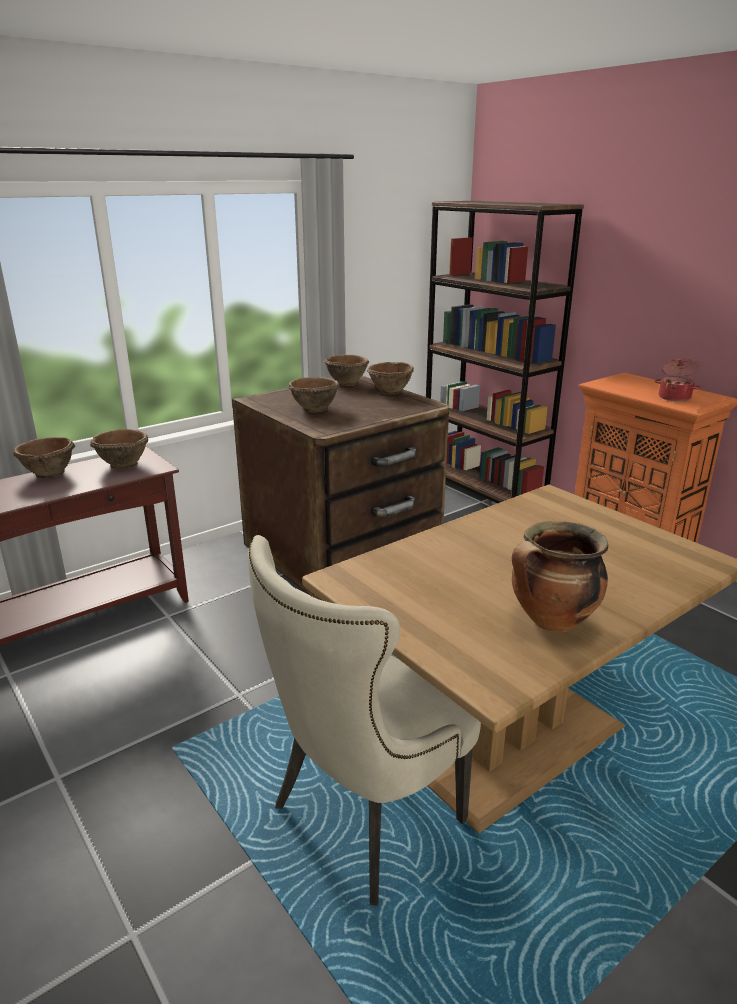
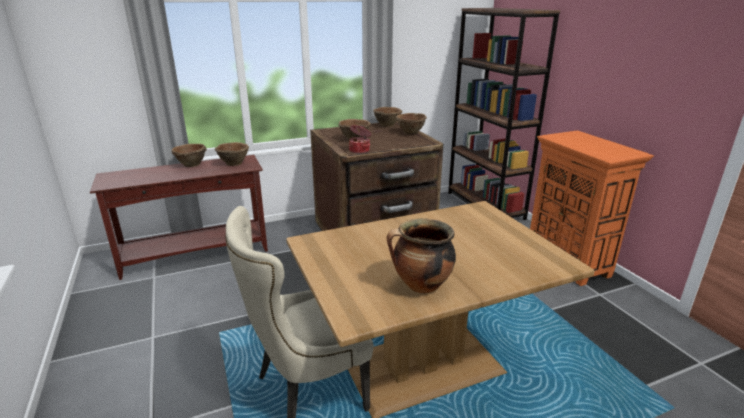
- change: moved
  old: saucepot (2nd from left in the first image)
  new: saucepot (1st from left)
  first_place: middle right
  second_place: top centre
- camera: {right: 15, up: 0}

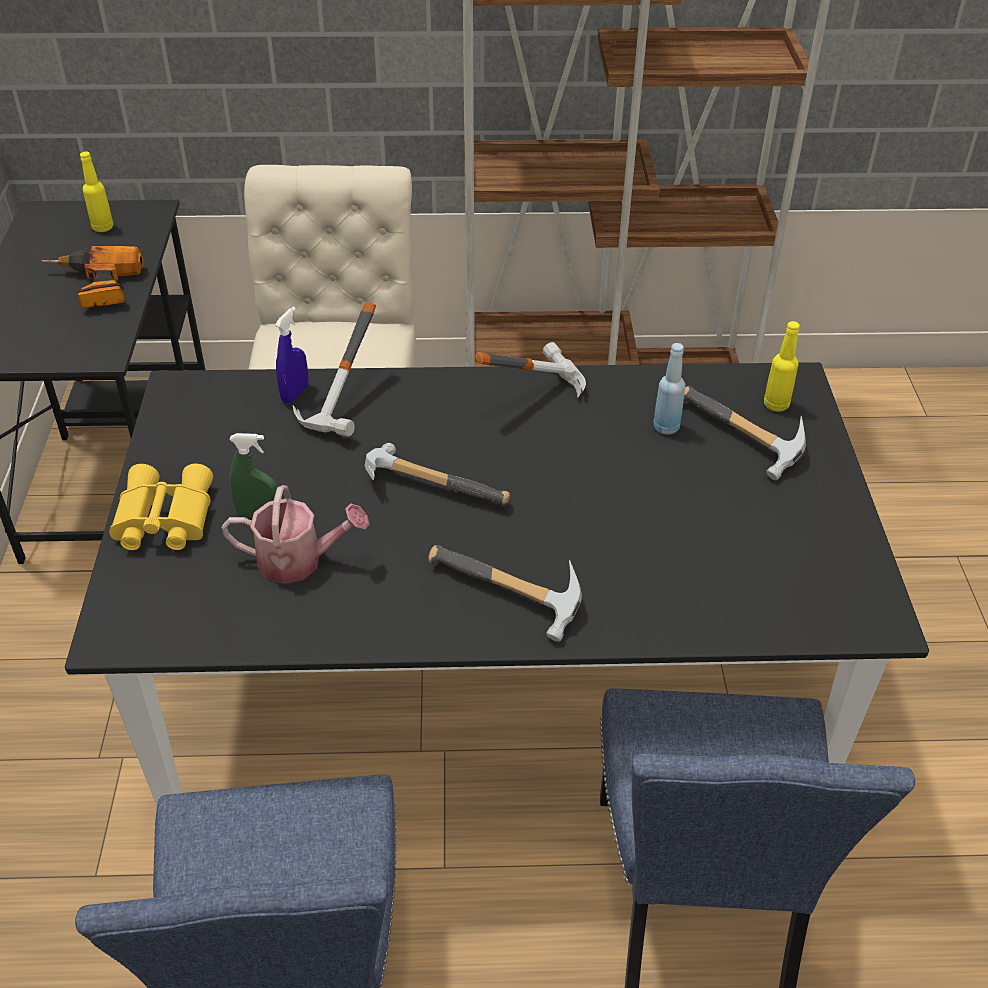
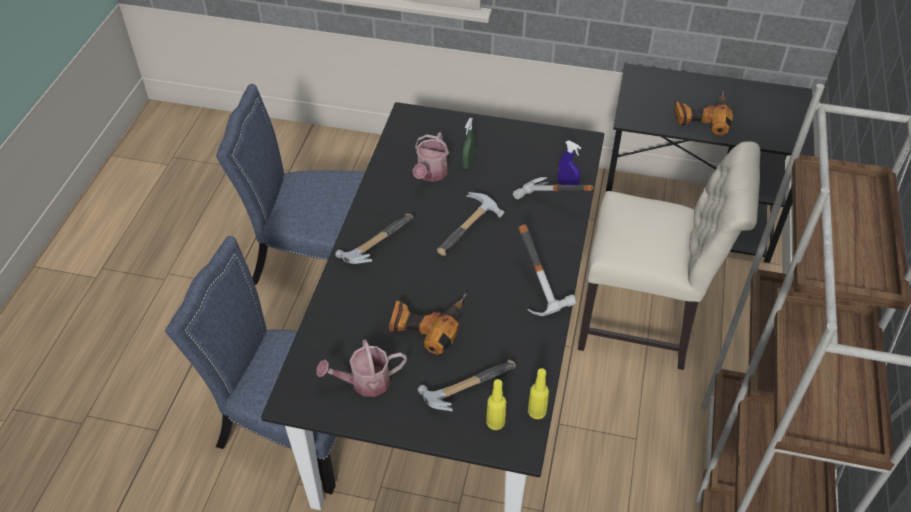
- change: moved
  old: drink bottle (yellow) (1st from left in the first image)
  new: drink bottle (yellow) (2nd from left)
  first_place: top left
  second_place: bottom centre
- change: removed
  old: drink bottle (bluish)
  first_place: middle right
- change: removed
  old: binoculars (yellow)
  first_place: middle left
- change: added
  new: electric drill (1st from left)
  second_place: centre
- change: added
  new: watering pot (1st from left)
  second_place: bottom centre
- camera: {right: 105, up: 5}

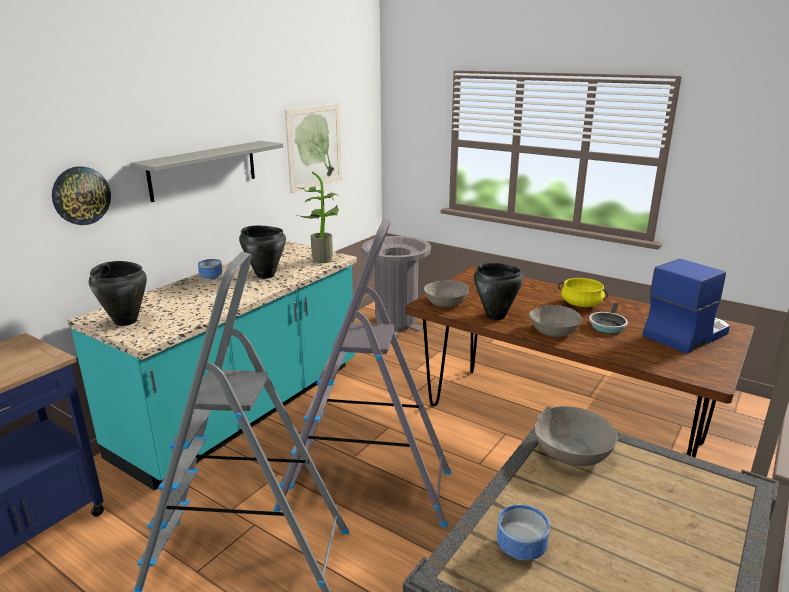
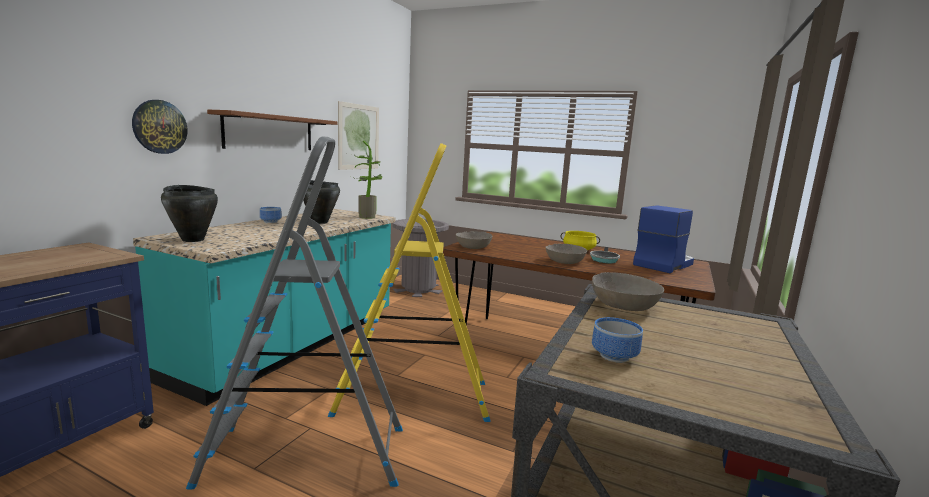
- change: recoloured
  old: bracket shelf (gray)
  new: bracket shelf (brown-coloured)
  first_place: top left
  second_place: top left
- change: recoloured
  old: step stool (gray) (2nd from left)
  new: step stool (yellow)
  first_place: centre
  second_place: centre
- change: removed
  old: saucepot (black) (3rd from left)
  first_place: centre
- camera: {right: -10, up: -10}

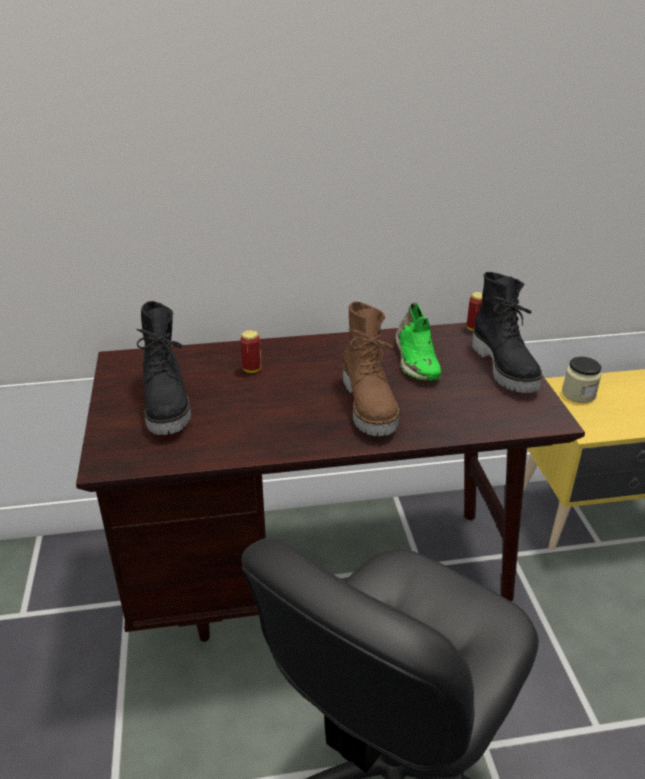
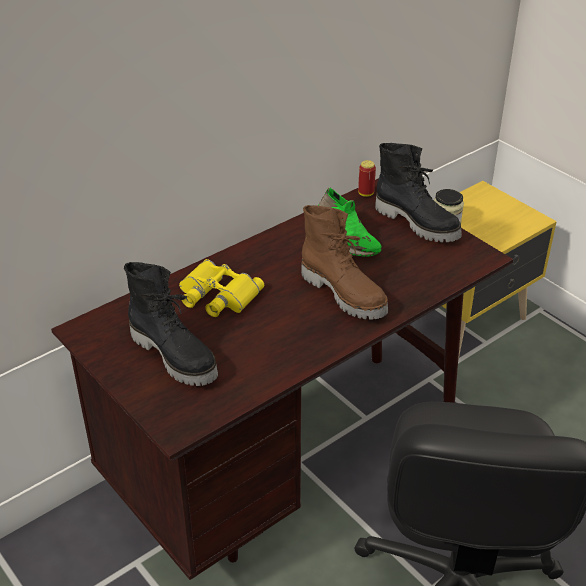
- change: replaced
  old: can (1st from left)
  new: binoculars (yellow)
  first_place: centre
  second_place: centre
- camera: {right: -30, up: 5}

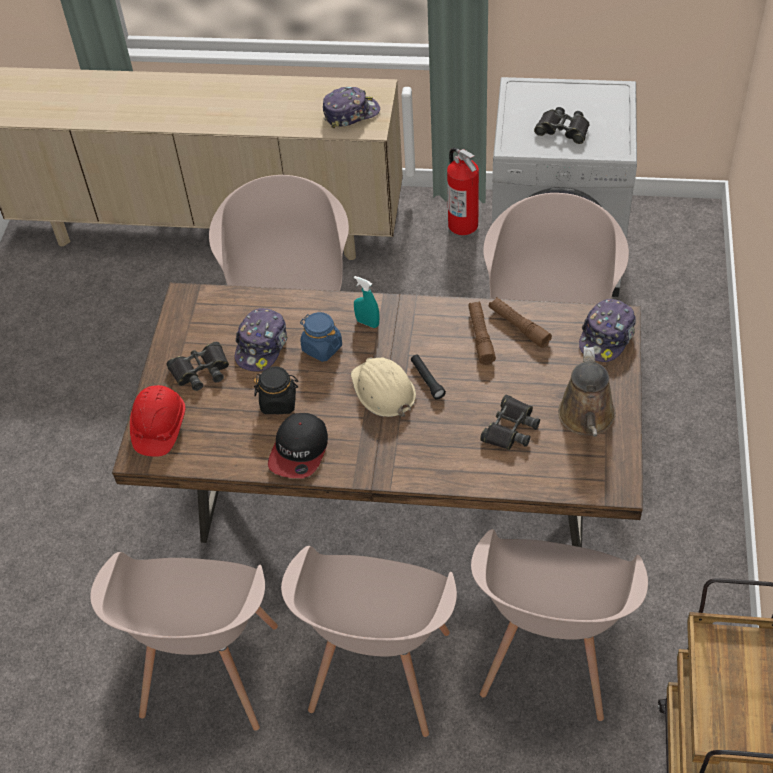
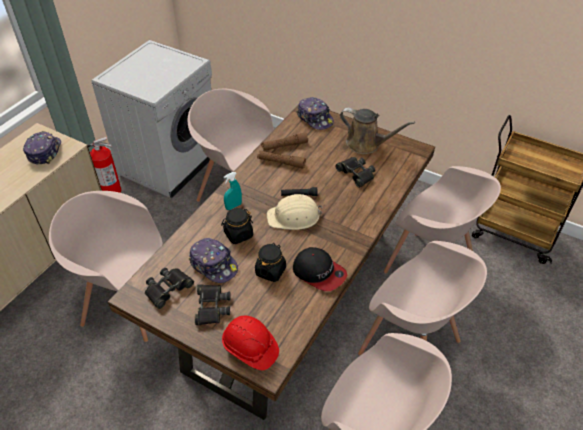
- change: moved
  old: binoculars (black) (3rd from left in the first image)
  new: binoculars (black) (1st from left)
  first_place: top right
  second_place: bottom left
- change: recoloured
  old: jar (bluish)
  new: jar (black) (1st from left)
  first_place: centre
  second_place: centre
- camera: {right: -70, up: -5}

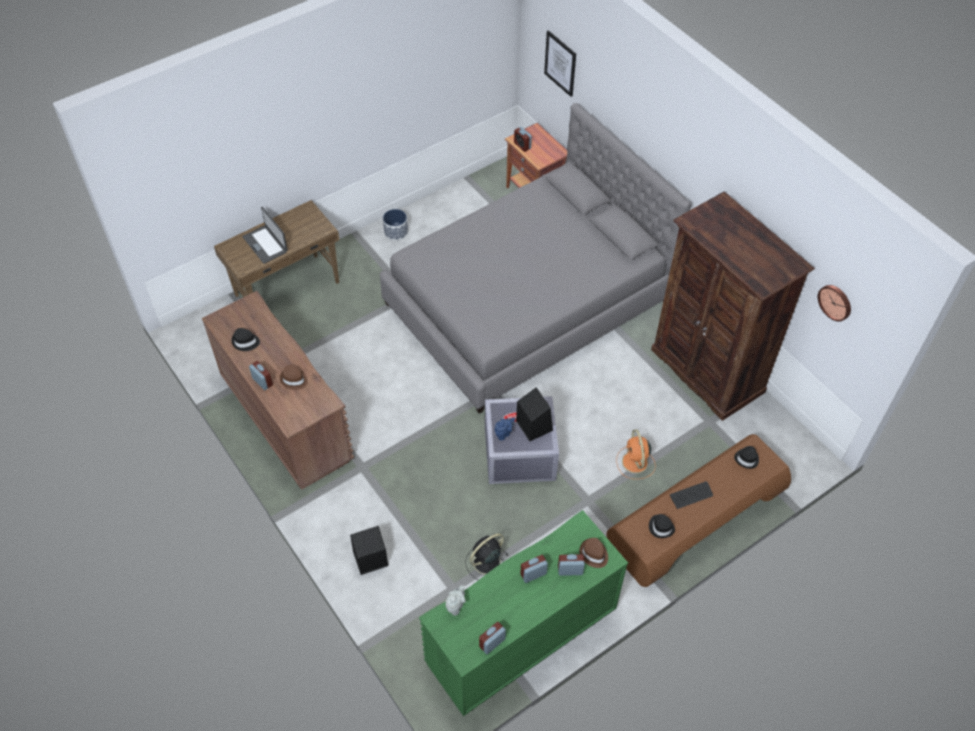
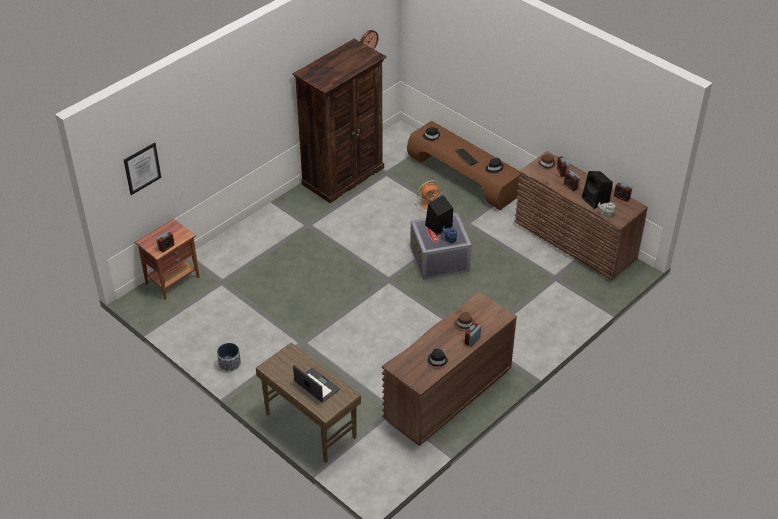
- change: removed
  old: sleeping bed (gray)
  first_place: centre
- change: turned
  old: laptop
  first_place: top left
  second_place: bottom centre
  degrees: -90
- change: recoloured
  old: drawer chest (greenish)
  new: drawer chest (brown-coloured) (2nd from left)
  first_place: bottom centre
  second_place: middle right
- change: moved
  old: speaker (black) (1st from left in the first image)
  new: speaker (black) (2nd from left)
  first_place: bottom centre
  second_place: middle right
- change: removed
  old: electric fan (black)
  first_place: bottom centre
- camera: {right: -100, up: -10}

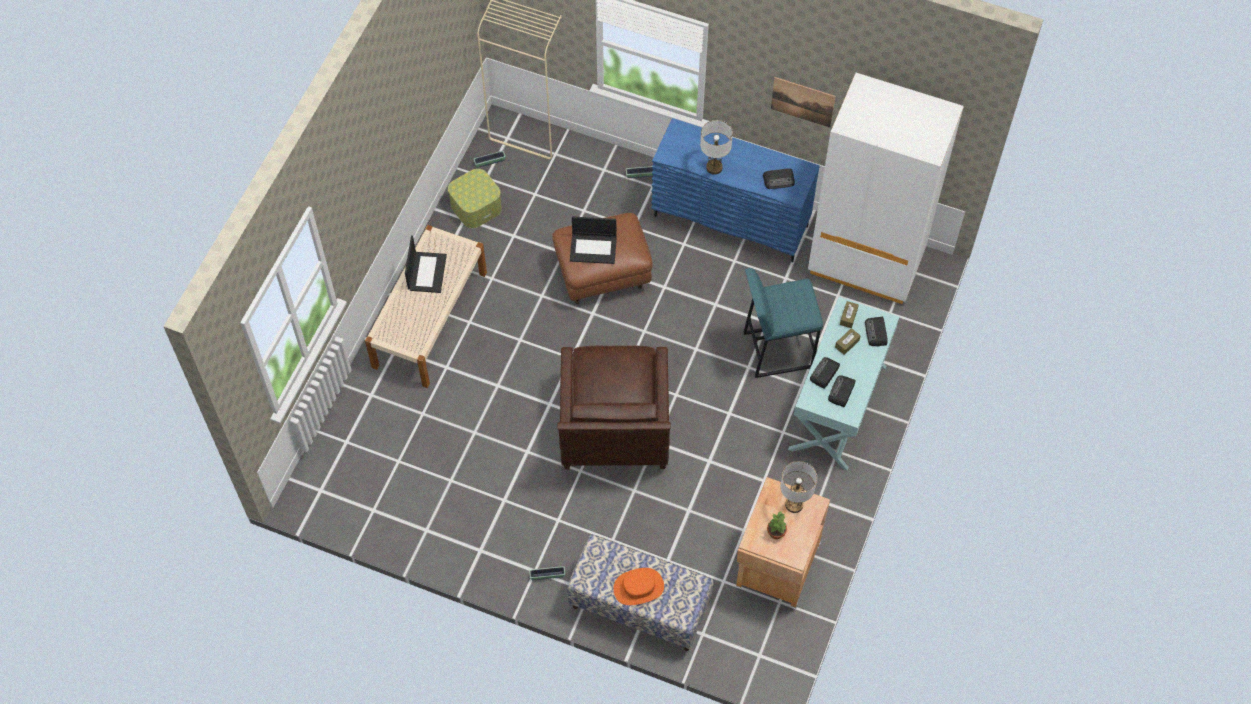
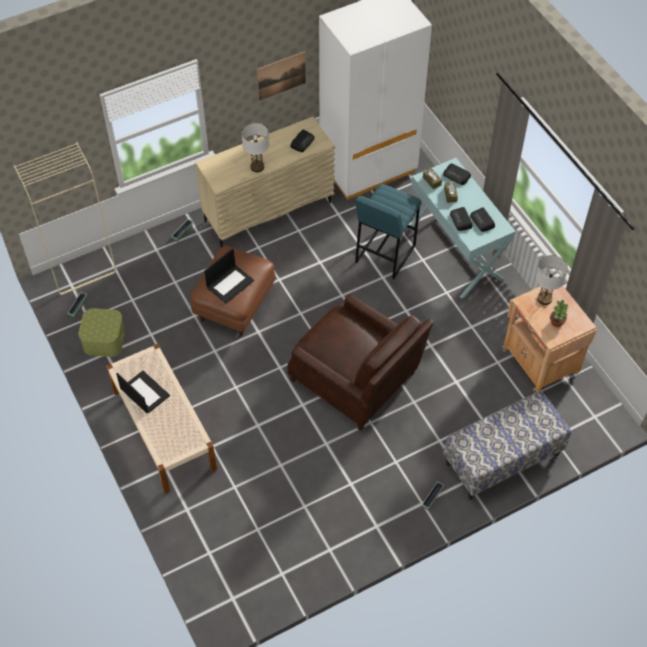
- change: recoloured
  old: drawer chest (bluish)
  new: drawer chest (beige-coloured)
  first_place: top centre
  second_place: top centre
- change: removed
  old: hat (orange-coloured)
  first_place: bottom centre
- camera: {right: -50, up: -5}

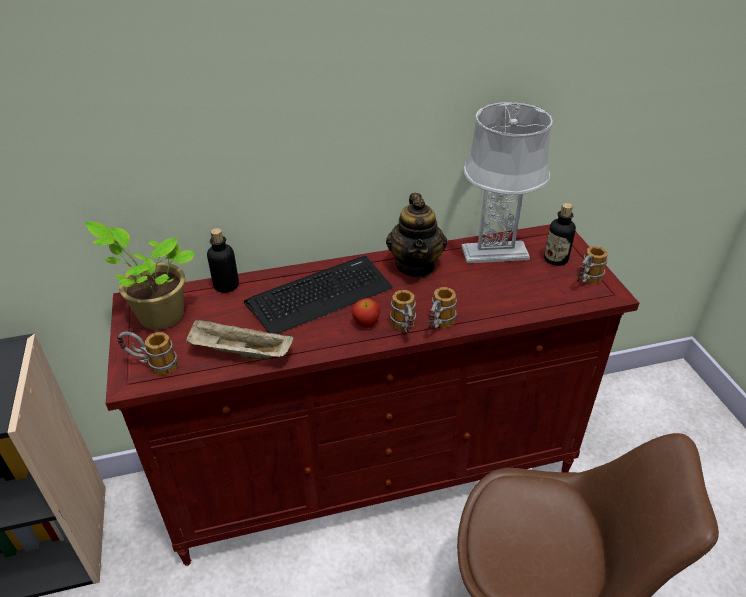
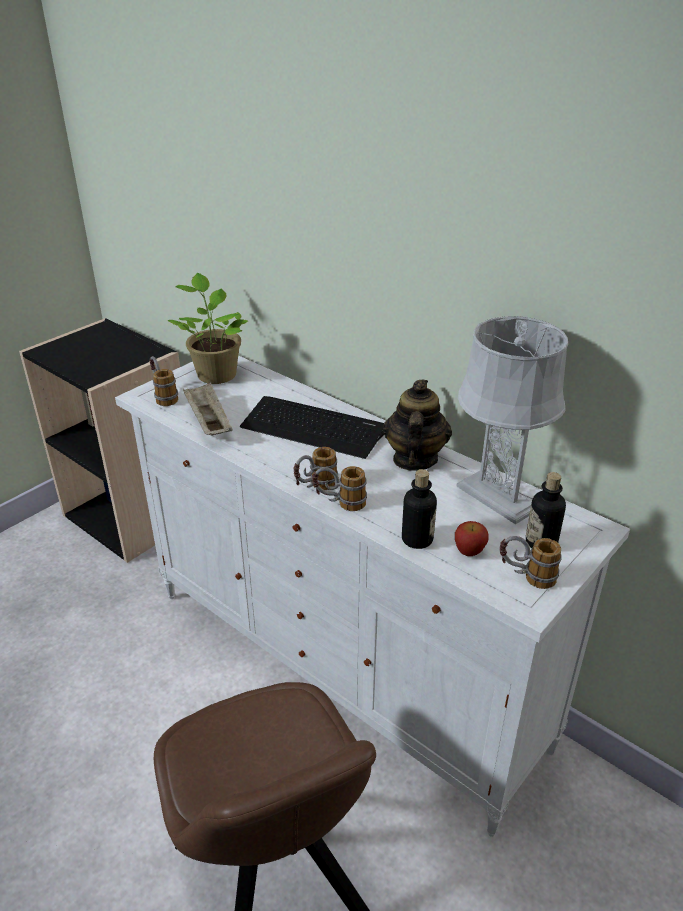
- change: turned
  old: pot for tea
  first_place: centre
  second_place: centre
  degrees: 135
- change: recoloured
  old: drawer chest (red)
  new: drawer chest (whitish)
  first_place: centre
  second_place: centre
- change: moved
  old: drink bottle (1st from left)
  first_place: middle left
  second_place: centre
- change: moved
  old: apple fruit
  first_place: centre
  second_place: middle right
- camera: {right: 55, up: -5}

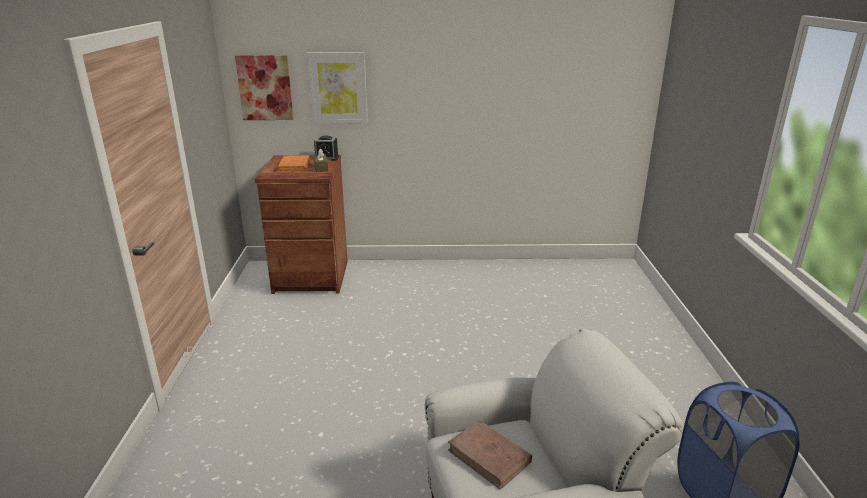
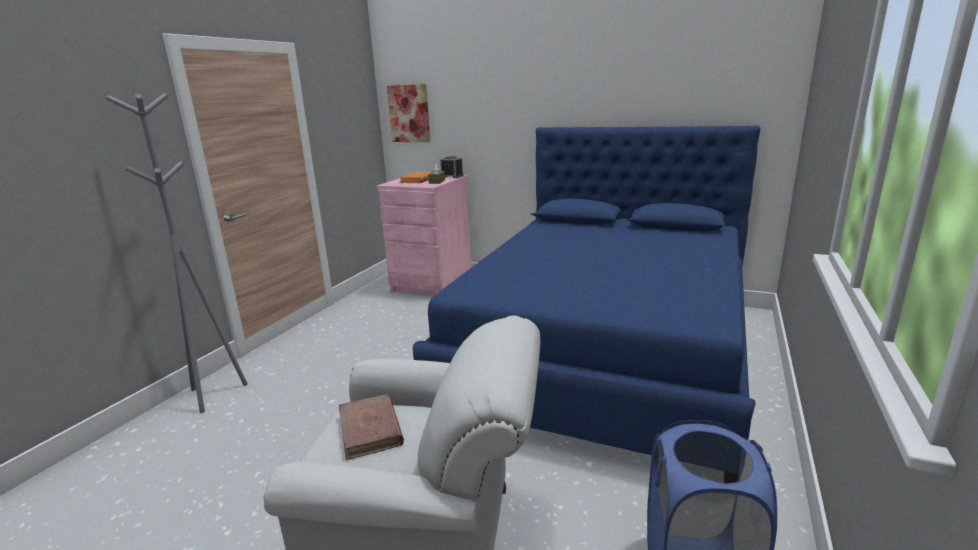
- change: removed
  old: picture (2nd from left)
  first_place: top centre
- change: recoloured
  old: drawer chest (brown-coloured)
  new: drawer chest (pinkish)
  first_place: centre
  second_place: centre
- change: added
  new: clothes rack (gray)
  second_place: middle left
- change: added
  new: sleeping bed (bluish)
  second_place: centre
- camera: {right: 25, up: -5}

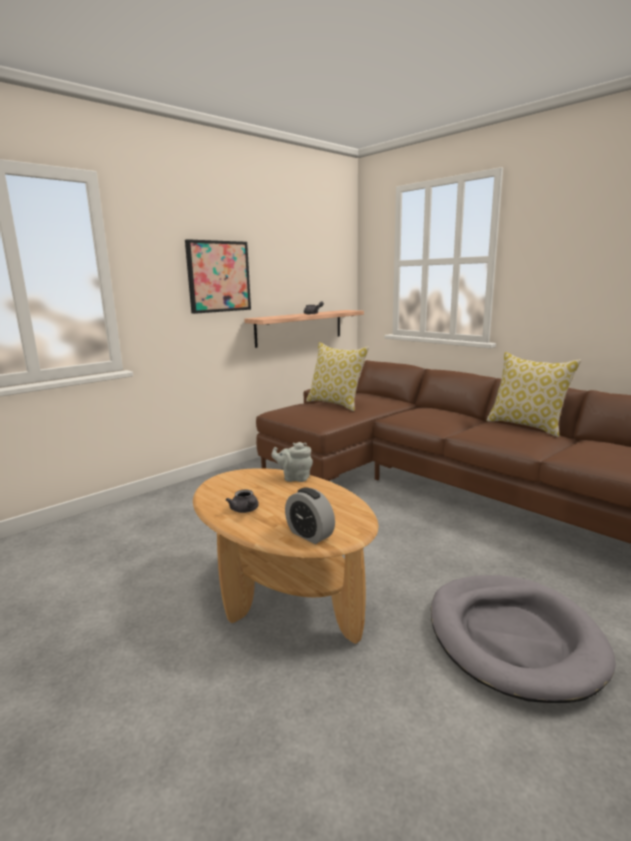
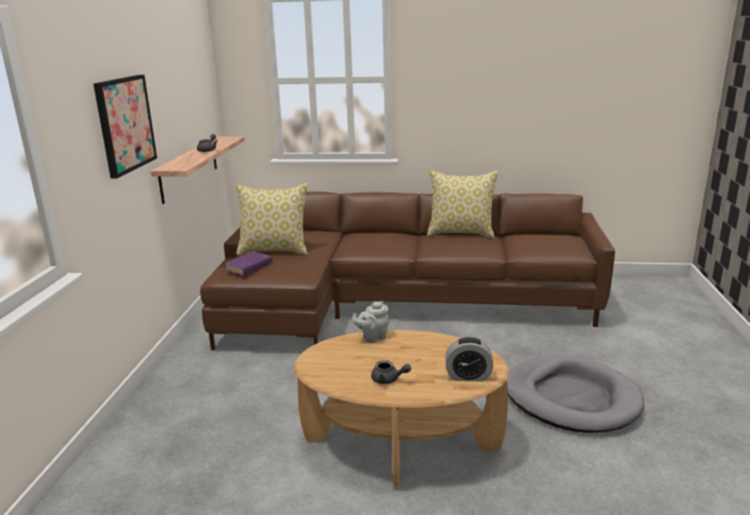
- change: added
  new: volume (purple)
  second_place: middle left
- camera: {right: -40, up: 5}

